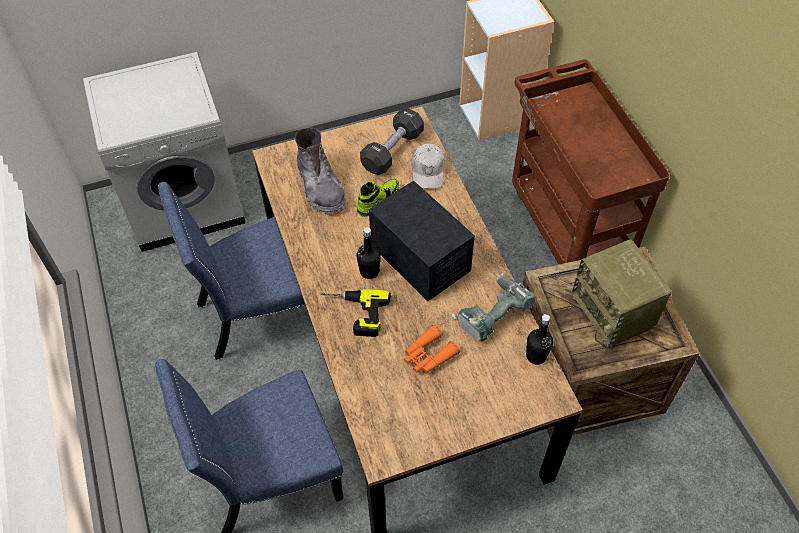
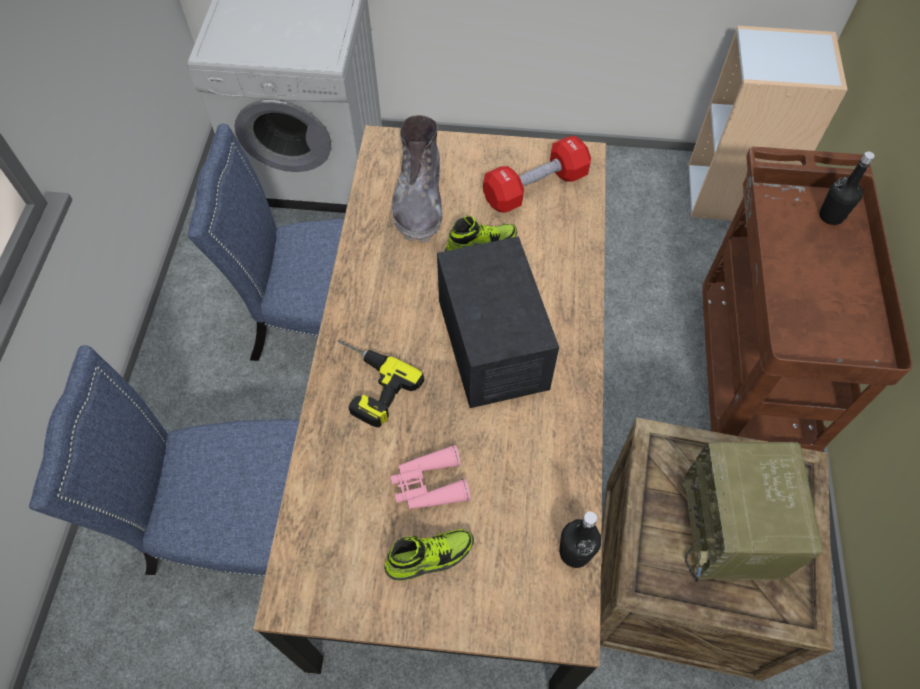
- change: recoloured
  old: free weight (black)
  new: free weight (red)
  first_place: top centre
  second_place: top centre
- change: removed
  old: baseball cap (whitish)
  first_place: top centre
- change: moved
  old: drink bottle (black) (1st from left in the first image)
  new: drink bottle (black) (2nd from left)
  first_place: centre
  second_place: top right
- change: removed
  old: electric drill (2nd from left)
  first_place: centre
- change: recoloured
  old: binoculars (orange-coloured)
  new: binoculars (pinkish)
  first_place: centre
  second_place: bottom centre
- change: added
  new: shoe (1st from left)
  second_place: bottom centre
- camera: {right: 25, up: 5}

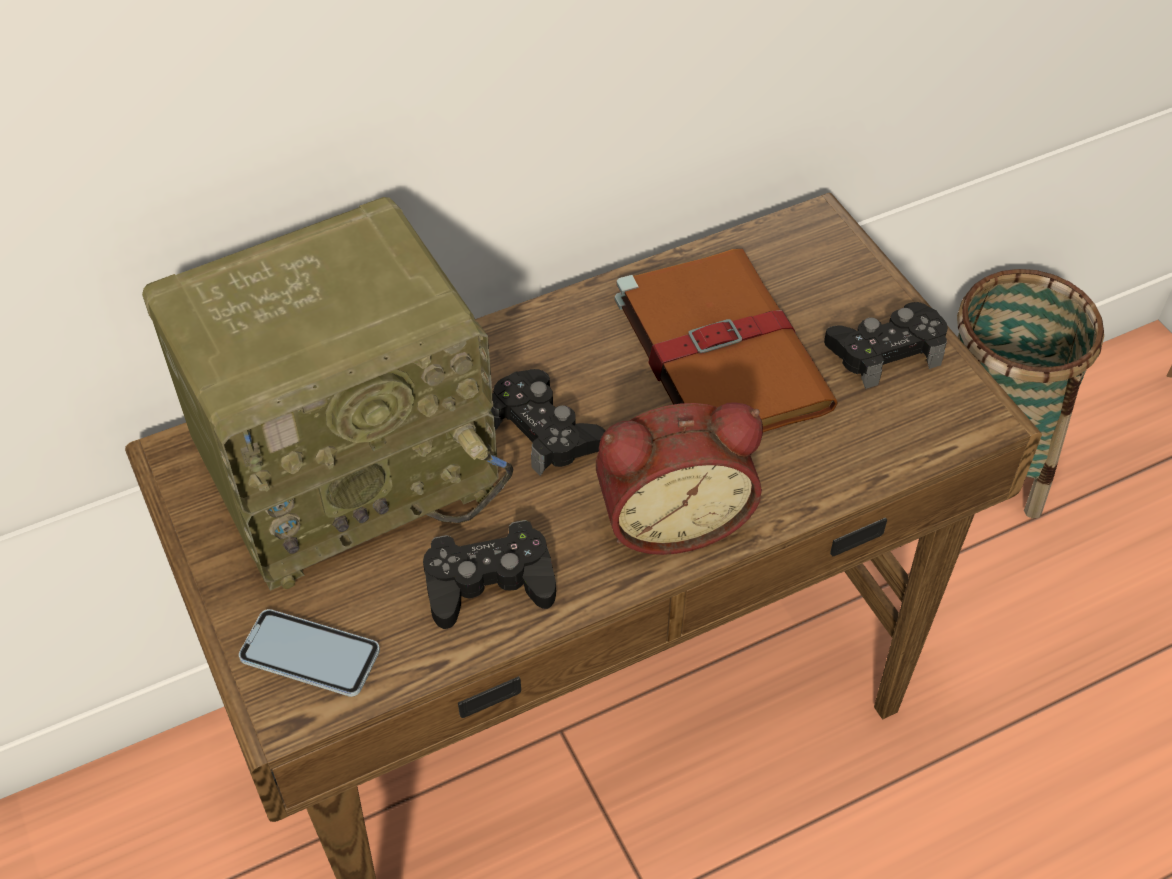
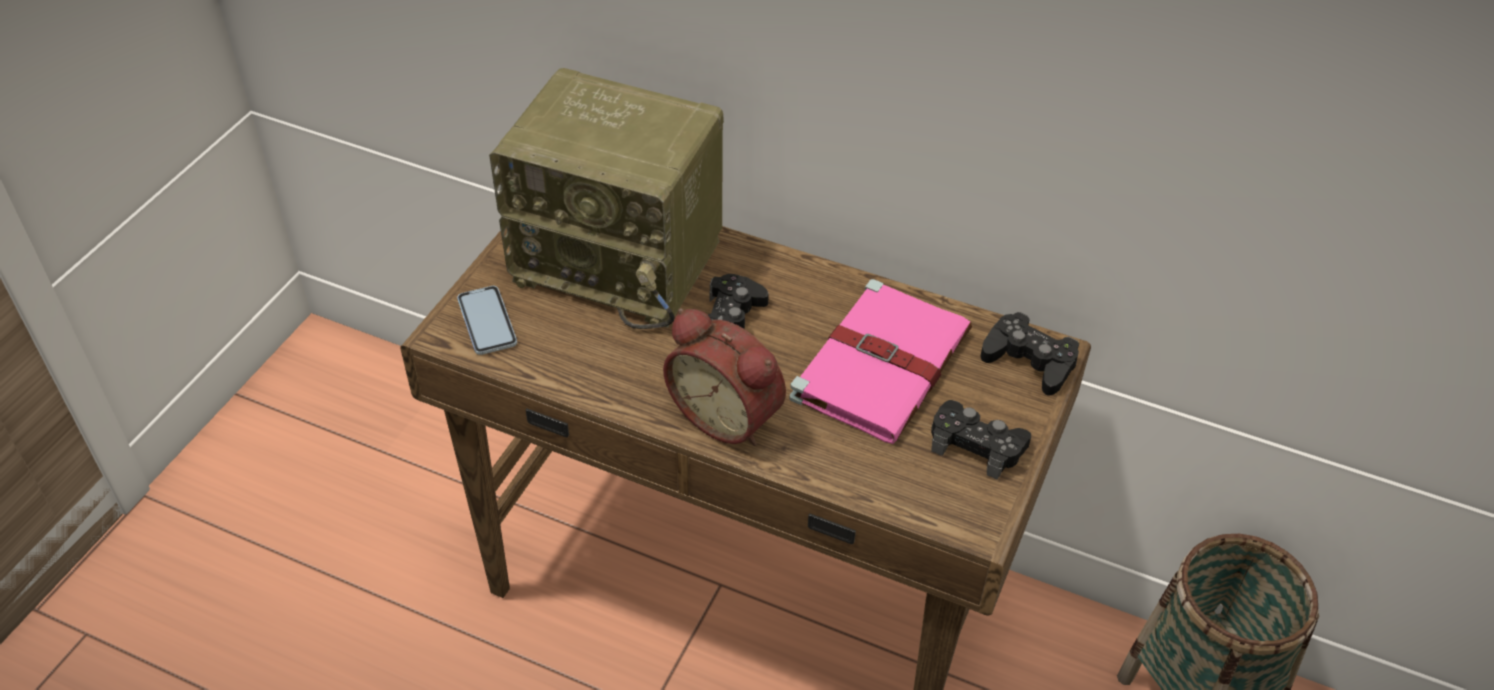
- change: recoloured
  old: volume (brown-coloured)
  new: volume (pinkish)
  first_place: centre
  second_place: centre
- change: moved
  old: gamepad (black) (1st from left in the first image)
  new: gamepad (black) (3rd from left)
  first_place: centre
  second_place: middle right
- camera: {right: 50, up: -5}

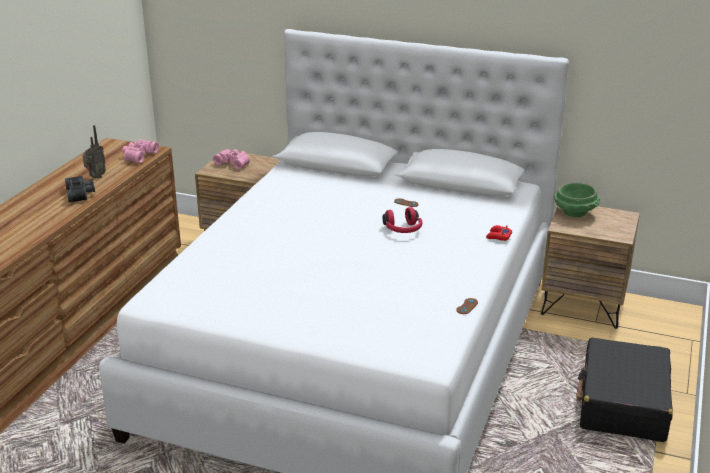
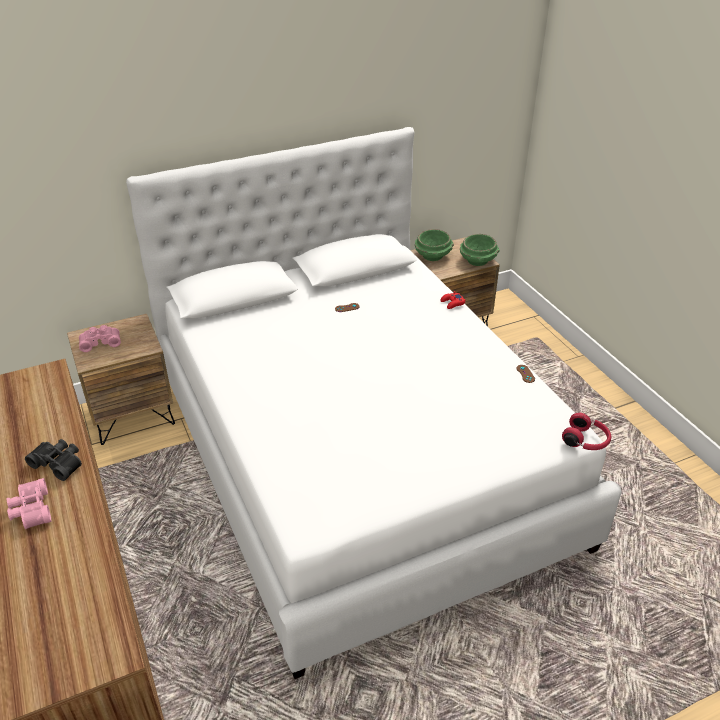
- change: removed
  old: radio receiver
  first_place: top left
- change: moved
  old: binoculars (pinkish) (1st from left)
  first_place: top left
  second_place: bottom left
- change: moved
  old: pair of headphones (red)
  first_place: centre
  second_place: middle right
- change: removed
  old: piece of luggage (black)
  first_place: bottom right
- change: added
  new: serving bowl (greenish) (2nd from left)
  second_place: middle right
- camera: {right: -45, up: 10}

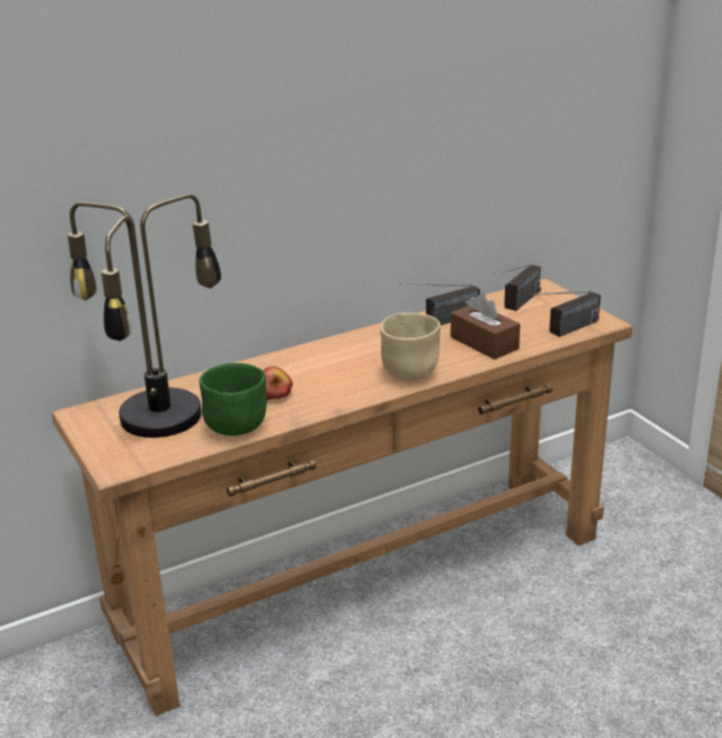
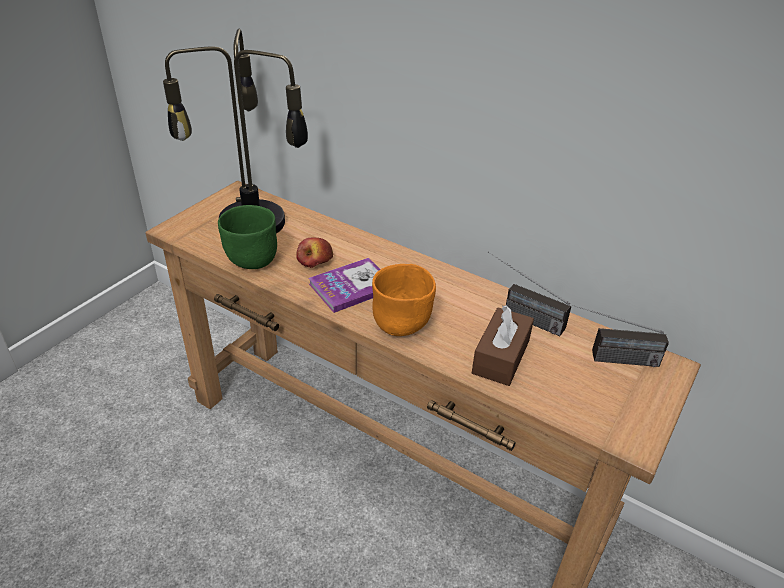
- change: removed
  old: radio receiver (3rd from left)
  first_place: middle right
- change: recoloured
  old: serving bowl (beige-coloured)
  new: serving bowl (orange-coloured)
  first_place: centre
  second_place: centre
- change: added
  new: volume
  second_place: centre
- camera: {right: 60, up: 10}

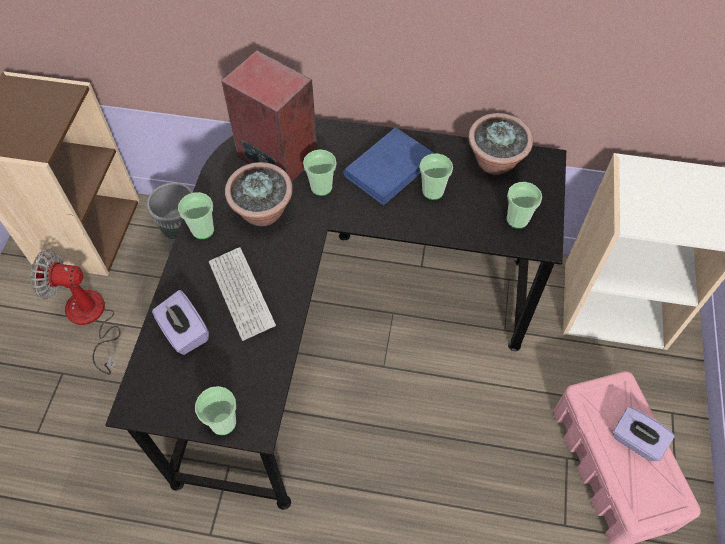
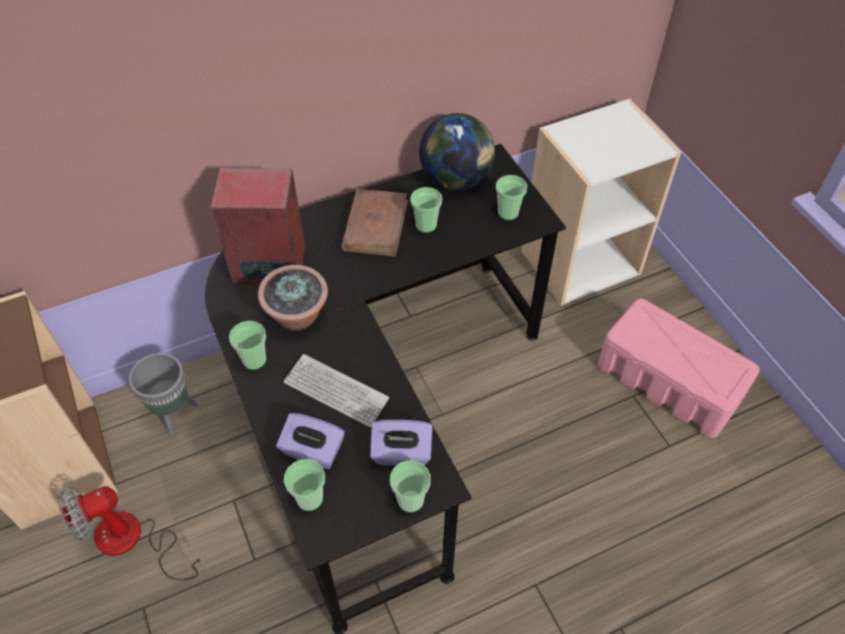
- change: replaced
  old: plant in a pot (2nd from left)
  new: desk globe
  first_place: top right
  second_place: top centre
- change: recoloured
  old: volume (bluish)
  new: volume (brown-coloured)
  first_place: top centre
  second_place: centre
- change: moved
  old: drinking cup (3rd from left in the first image)
  new: drinking cup (2nd from left)
  first_place: top centre
  second_place: bottom centre
- change: moved
  old: tissue holder (purple) (2nd from left)
  first_place: bottom right
  second_place: bottom centre
- camera: {right: -35, up: -5}

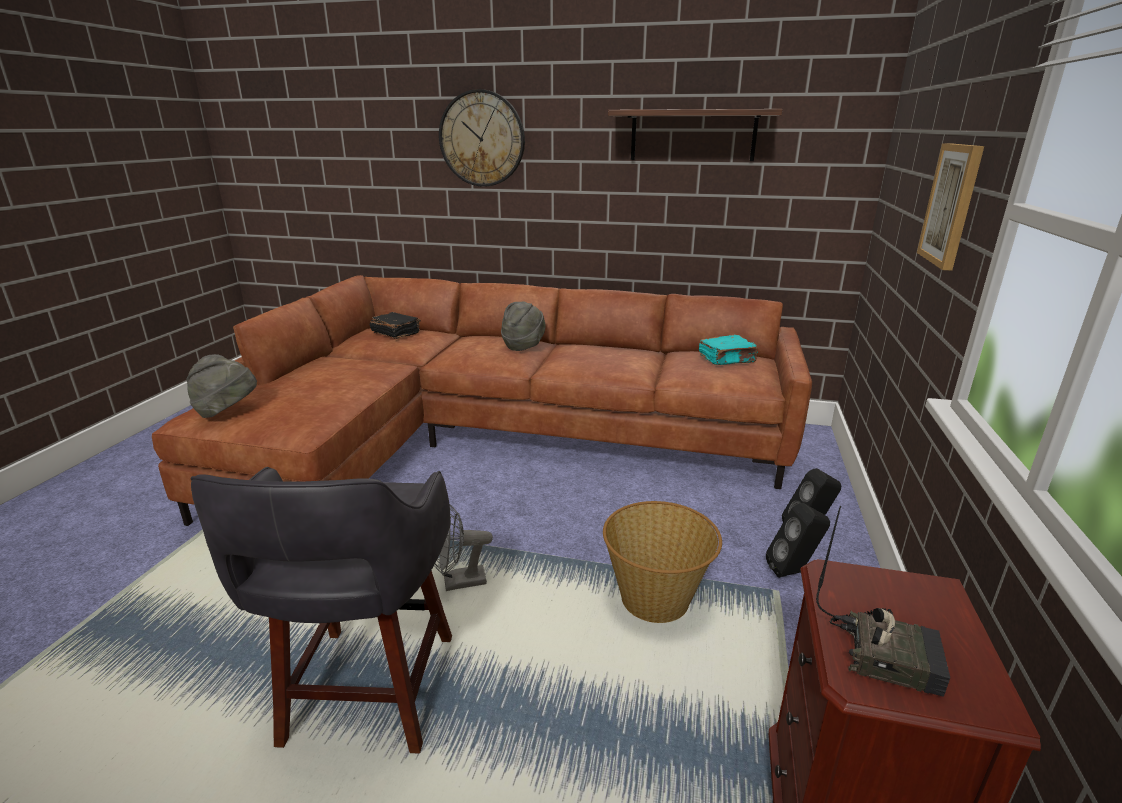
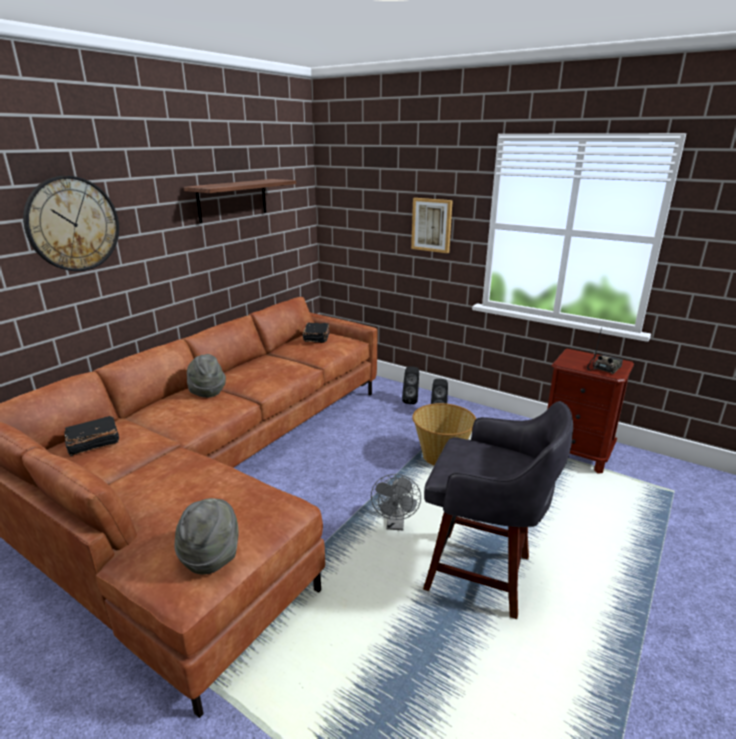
- change: recoloured
  old: volume (turquoise-coloured)
  new: volume (black) (2nd from left)
  first_place: centre
  second_place: centre
- camera: {right: -70, up: 0}

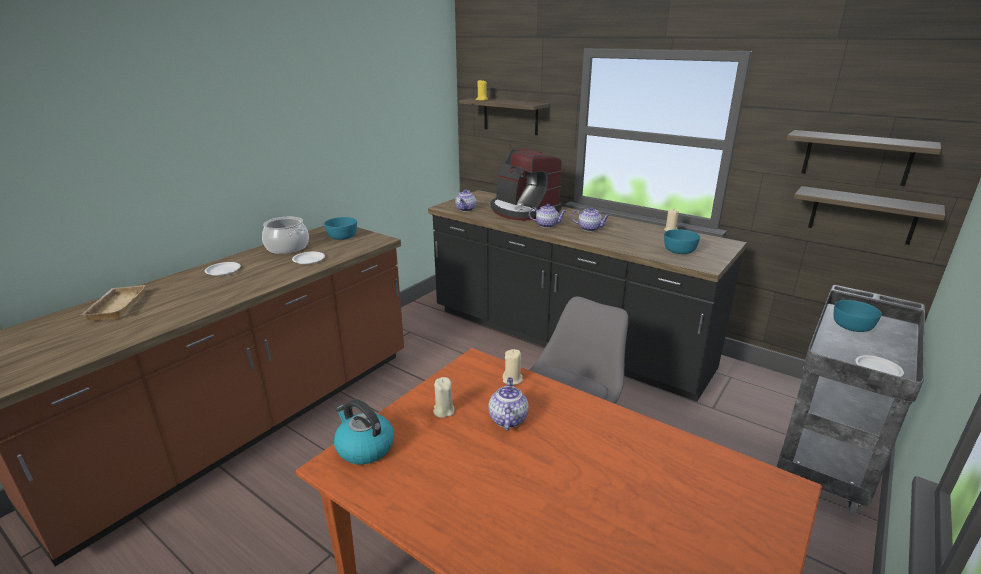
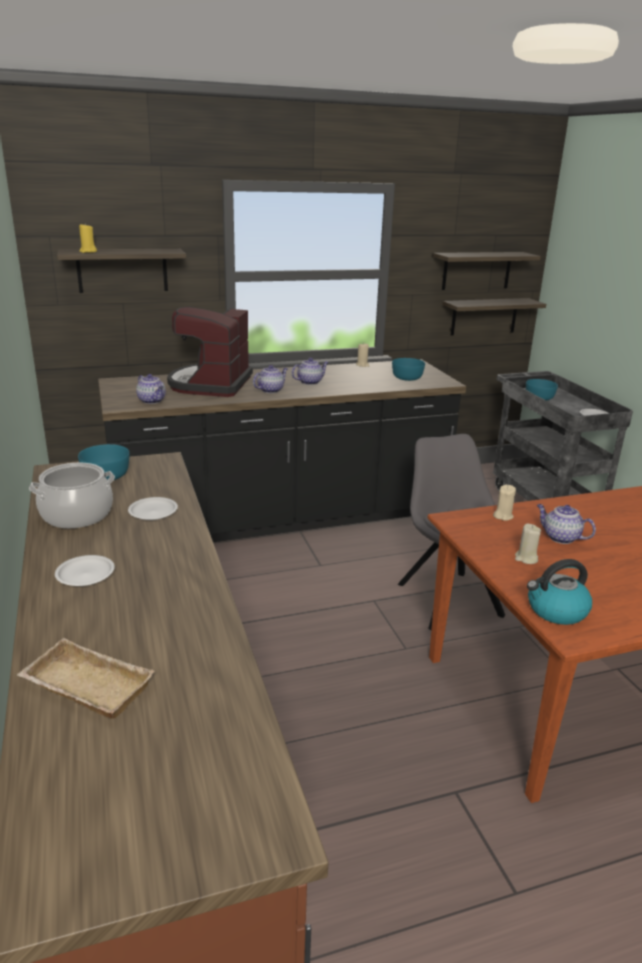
- change: turned
  old: coffee maker
  first_place: top centre
  second_place: middle left
  degrees: 105
- camera: {right: -55, up: 0}

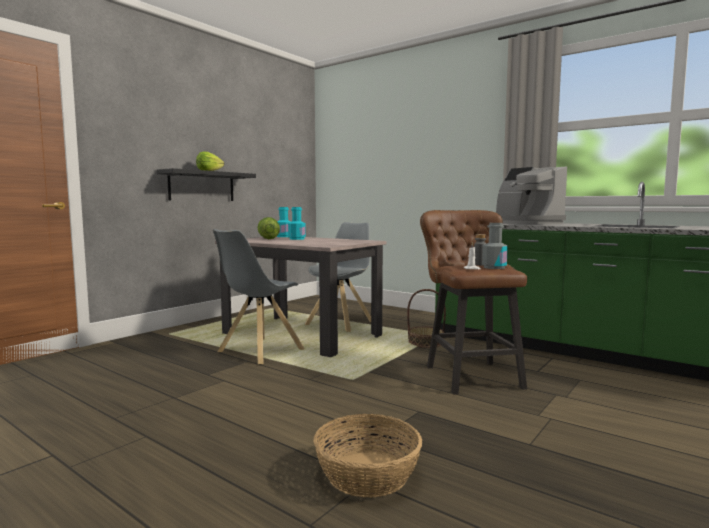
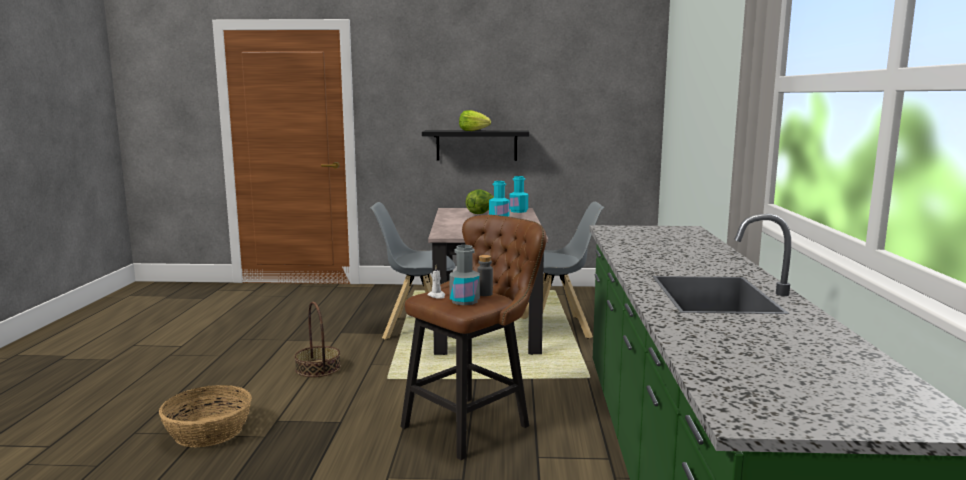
- change: removed
  old: coffee maker
  first_place: middle right
- change: moved
  old: storage basket (2nd from left)
  first_place: centre
  second_place: bottom left
- camera: {right: 55, up: 5}

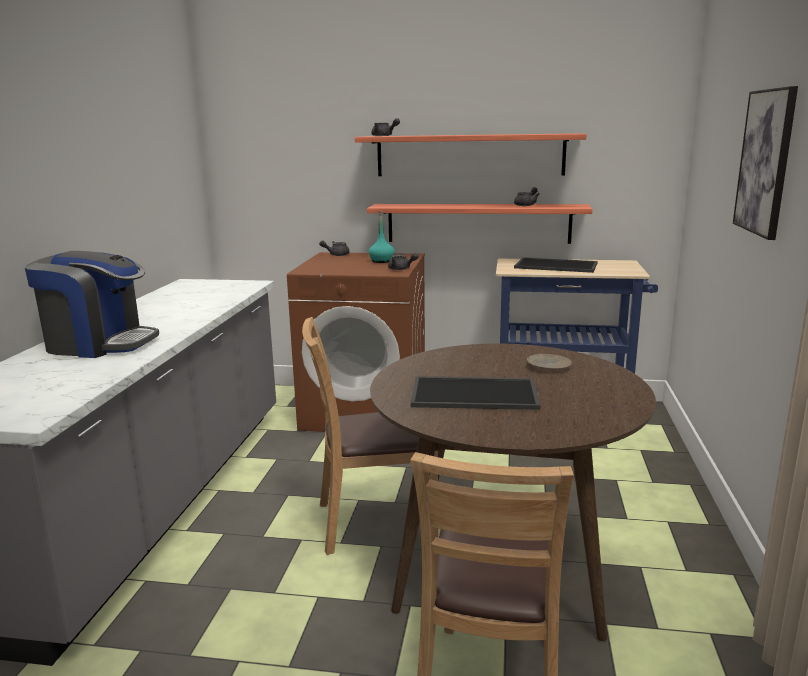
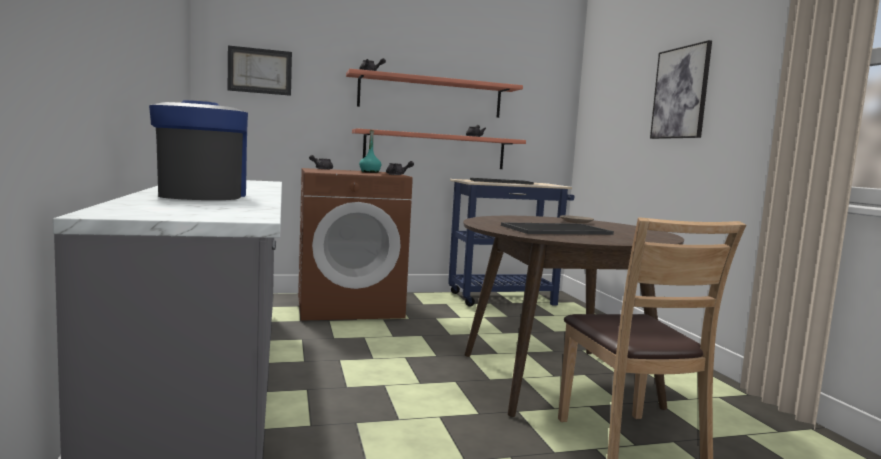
- change: turned
  old: coffee maker
  first_place: middle left
  second_place: top left
  degrees: -90
- change: removed
  old: plain chair (brown-coloured) (1st from left)
  first_place: centre
- change: added
  new: picture (1st from left)
  second_place: top left
- camera: {right: -25, up: -10}

